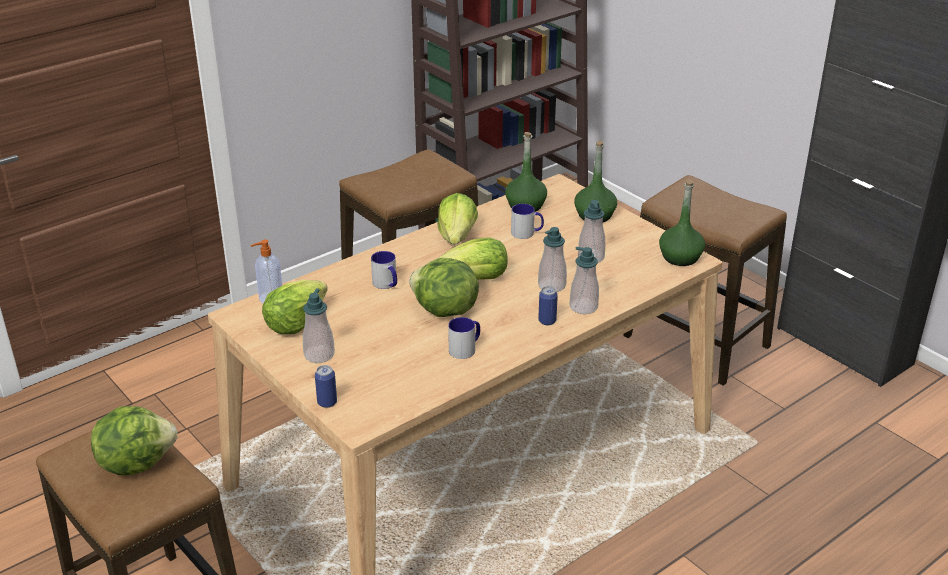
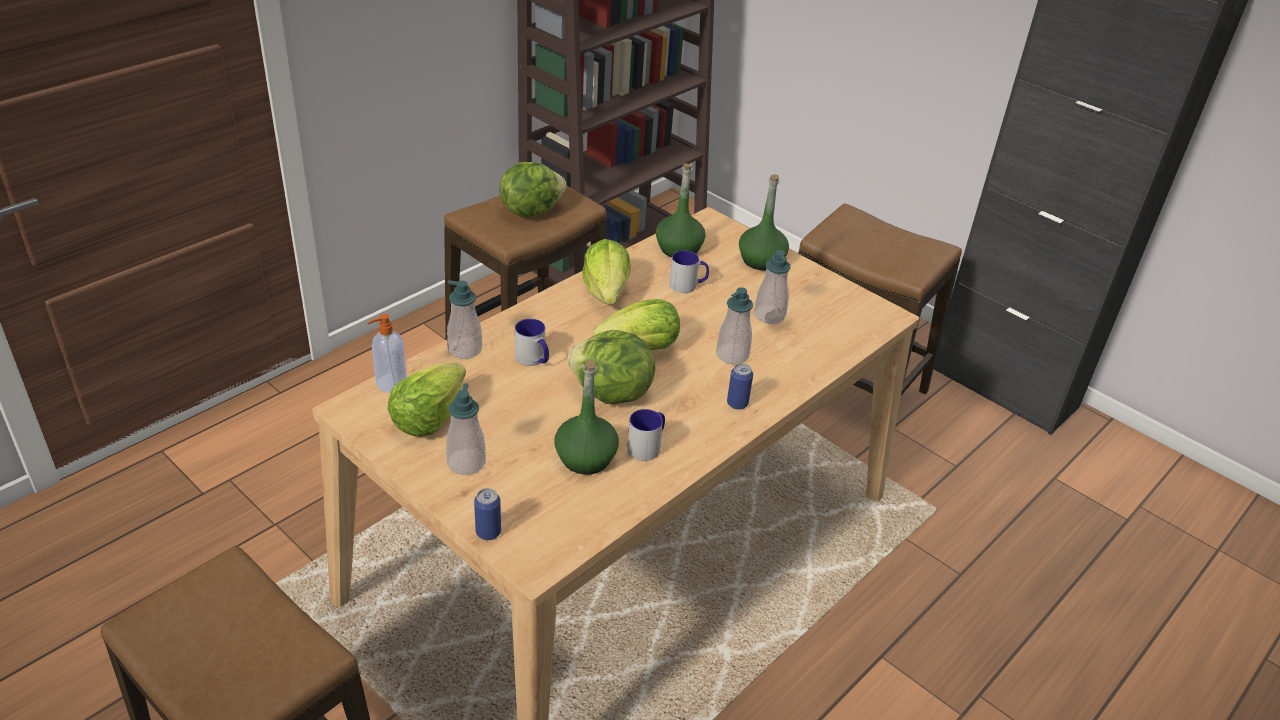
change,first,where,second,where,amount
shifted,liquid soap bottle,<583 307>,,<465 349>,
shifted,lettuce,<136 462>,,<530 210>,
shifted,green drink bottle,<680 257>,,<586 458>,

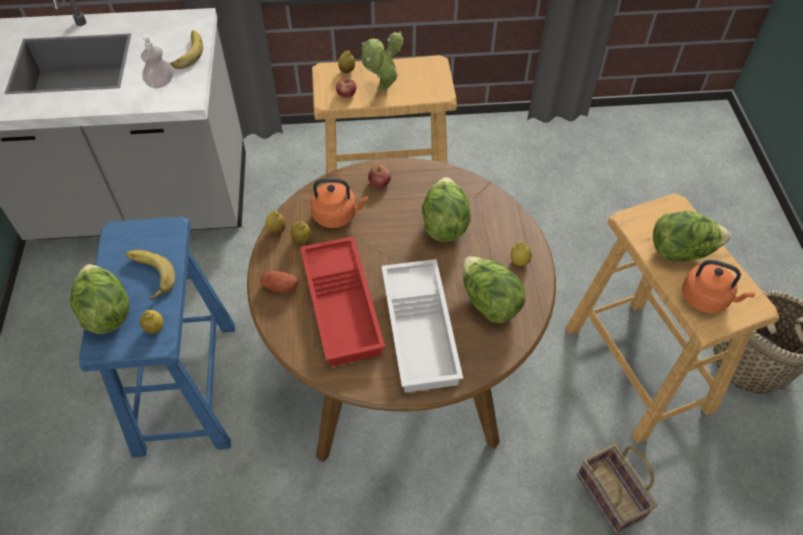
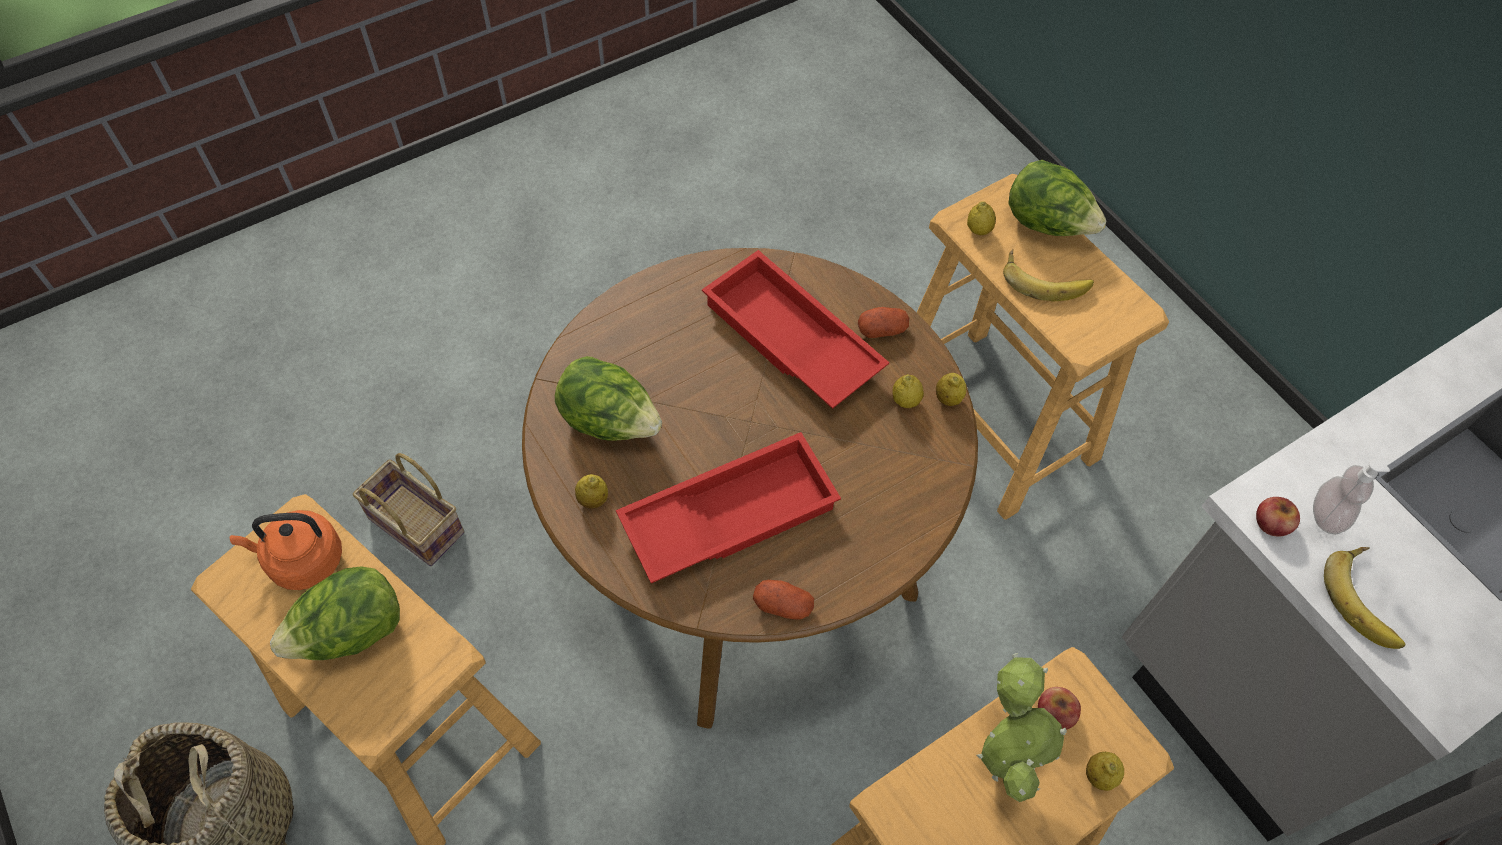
change,first,where,second,where,amount
swapped,lettuce,<444 224>,red-coloured tray,<729 513>,
new,,,potato,<783 605>,
repainted,blue stool seat,<186 386>,beige stool seat,<992 420>,
shifted,apple,<379 182>,,<1271 523>,
gone,orange tea kettle,<337 215>,,,
gone,white-coloured tray,<422 330>,,,

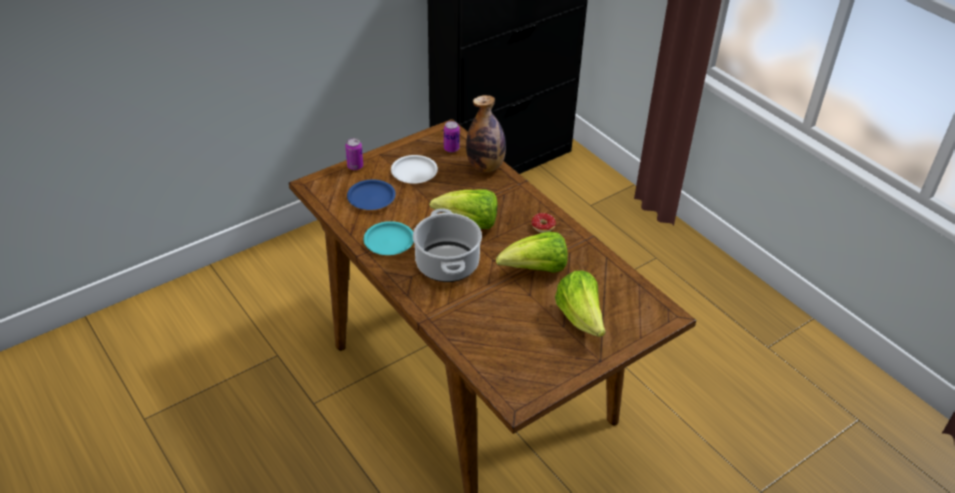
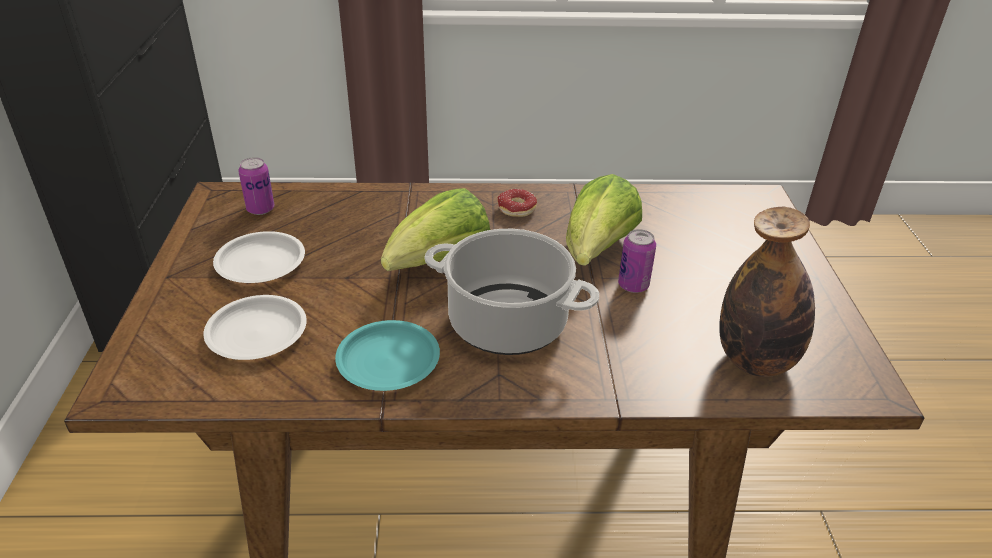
change,first,where,second,where,amount
repainted,blue dinner plate,<371 198>,white-coloured dinner plate,<256 333>,
shifted,sealed can,<355 166>,,<633 285>,
shifted,drink bottle,<485 166>,,<755 361>,
gone,lettuce,<580 318>,,,

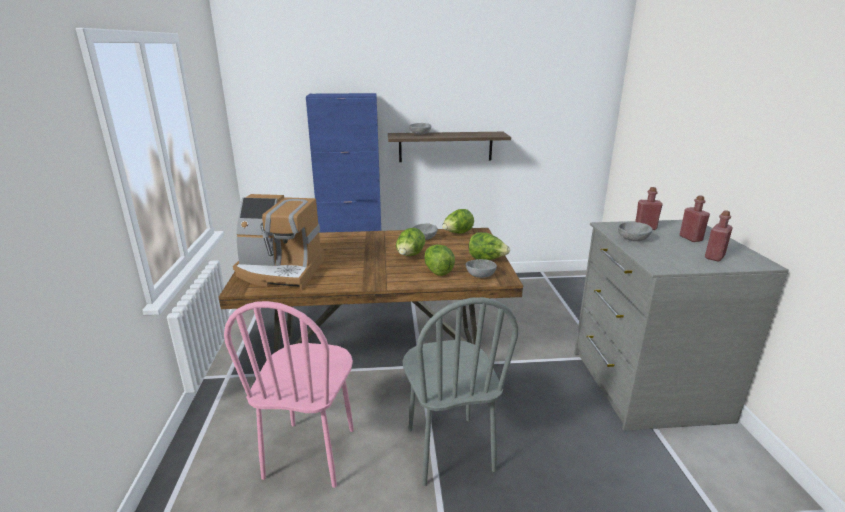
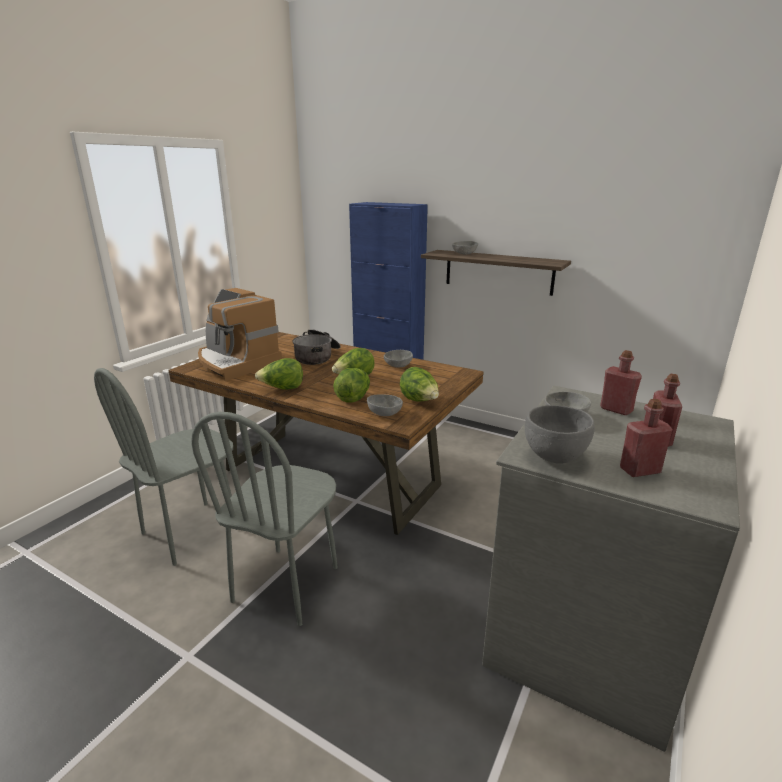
change,first,where,second,where,amount
repainted,pink upright chair,<311 453>,grey upright chair,<190 531>,
shifted,lettuce,<457 233>,,<282 389>,
new,,,cooking pot,<317 356>,
new,,,grey serving bowl,<554 456>,

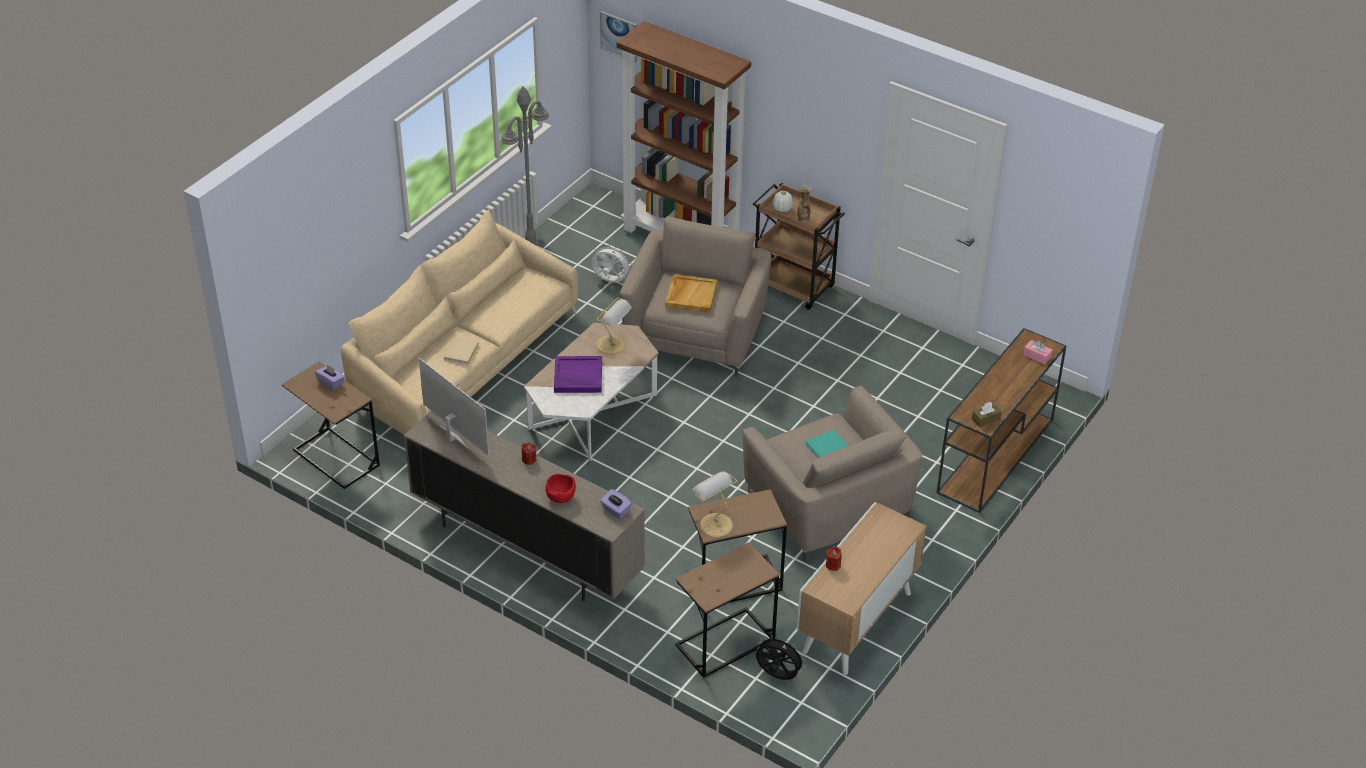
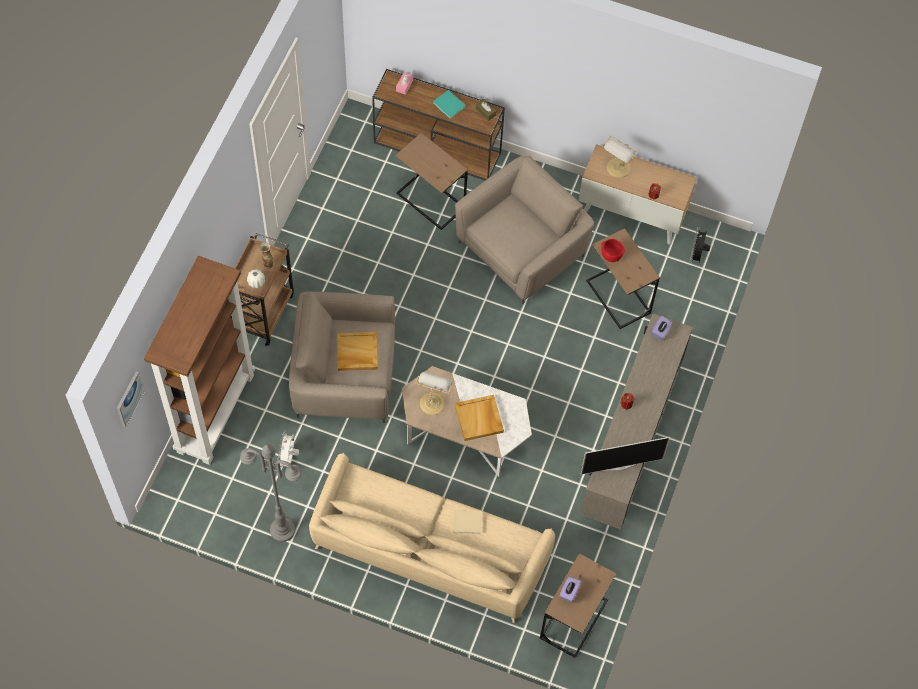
change,first,where,second,where,amount
shifted,brownish side table,<725 643>,,<431 200>,
shifted,turquoise bound book,<825 446>,,<449 105>,
repainted,purple-coloured tray,<577 377>,beige tray,<479 419>,
rotated,television,<452 438>,,<620 466>,135 degrees counterclockwise
shifted,red-coloured serving bowl,<561 497>,,<611 255>,
shifted,lamp for a table,<714 524>,,<617 168>,

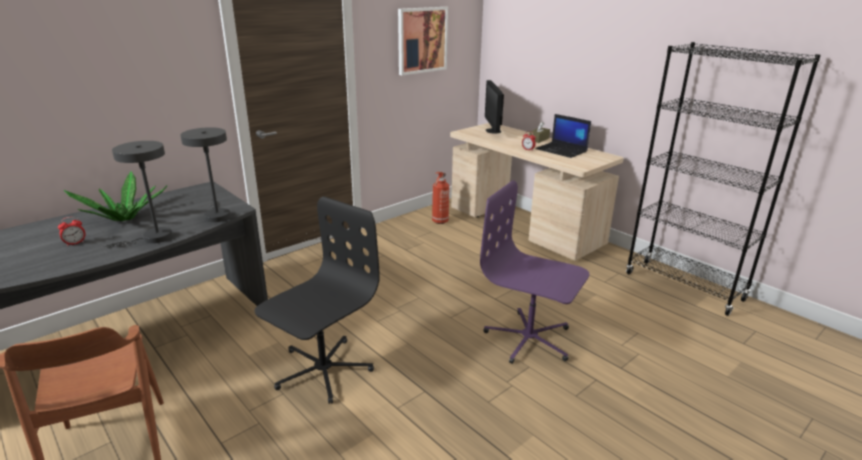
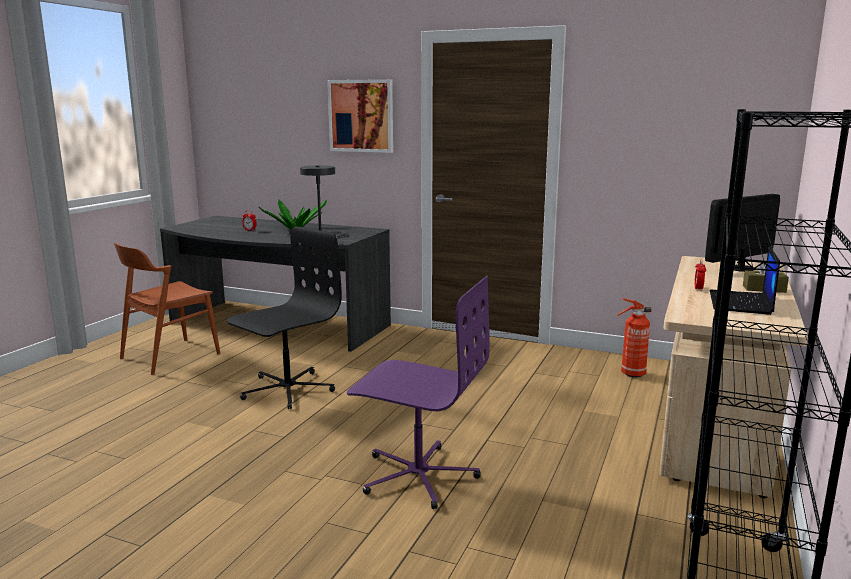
change,first,where,second,where,amount
rotated,black office chair,<322 370>,,<287 389>,60 degrees counterclockwise
shifted,wall art,<422 40>,,<361 116>,
rotated,purple-coloured office chair,<529 339>,,<418 475>,105 degrees clockwise
gone,grey lamp for a table,<152 238>,,,

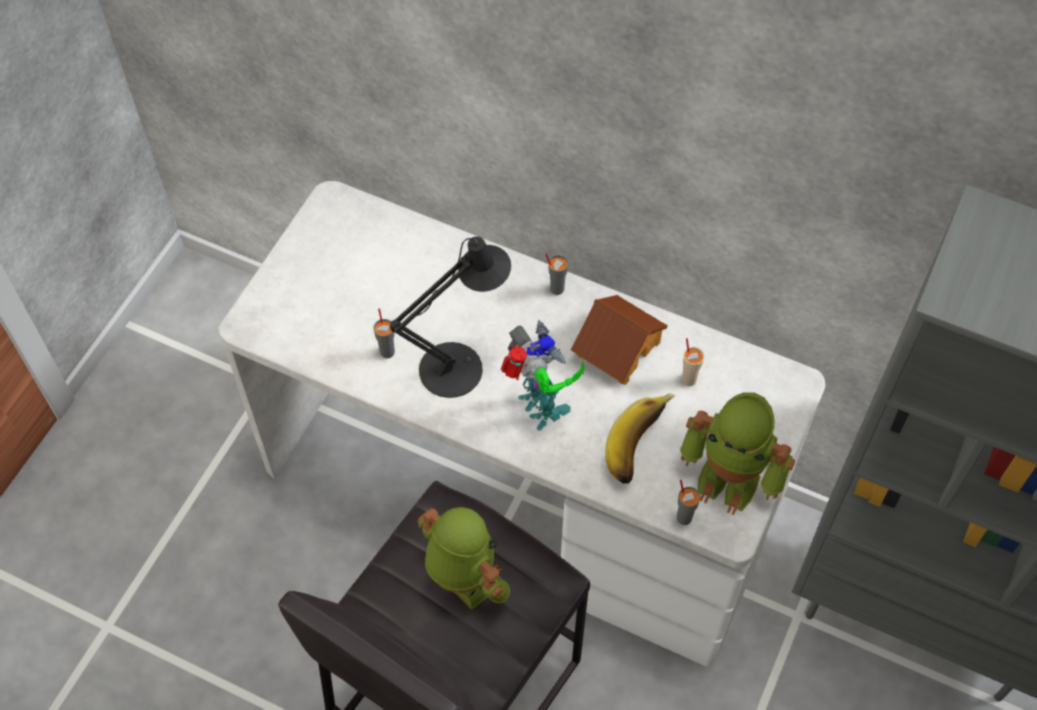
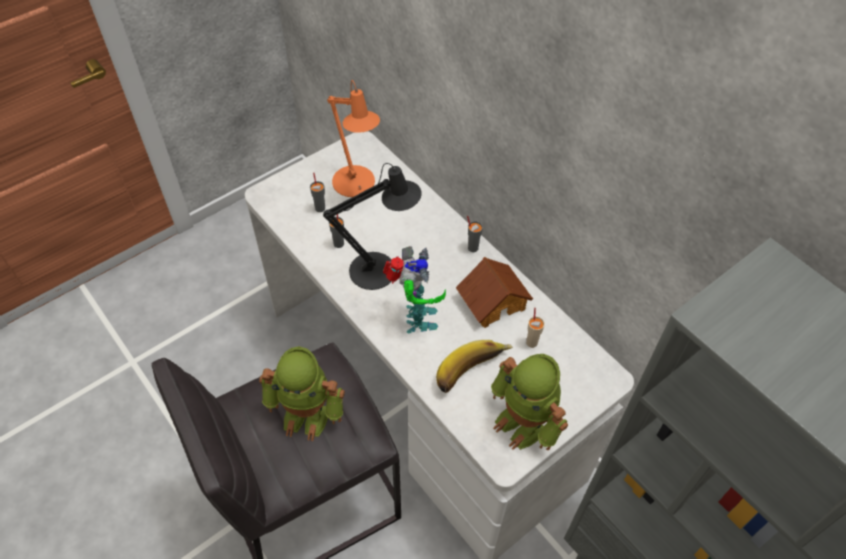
change,first,where,second,where,amount
rotated,model robot,<462 581>,,<308 413>,120 degrees clockwise
shifted,grey cup,<684 517>,,<320 208>,
new,,,orange lamp for a table,<356 185>,

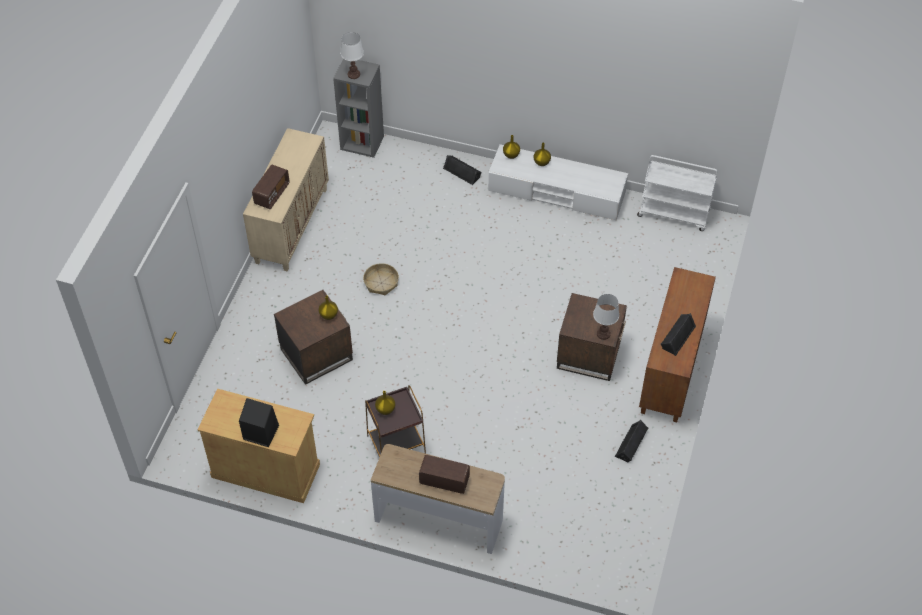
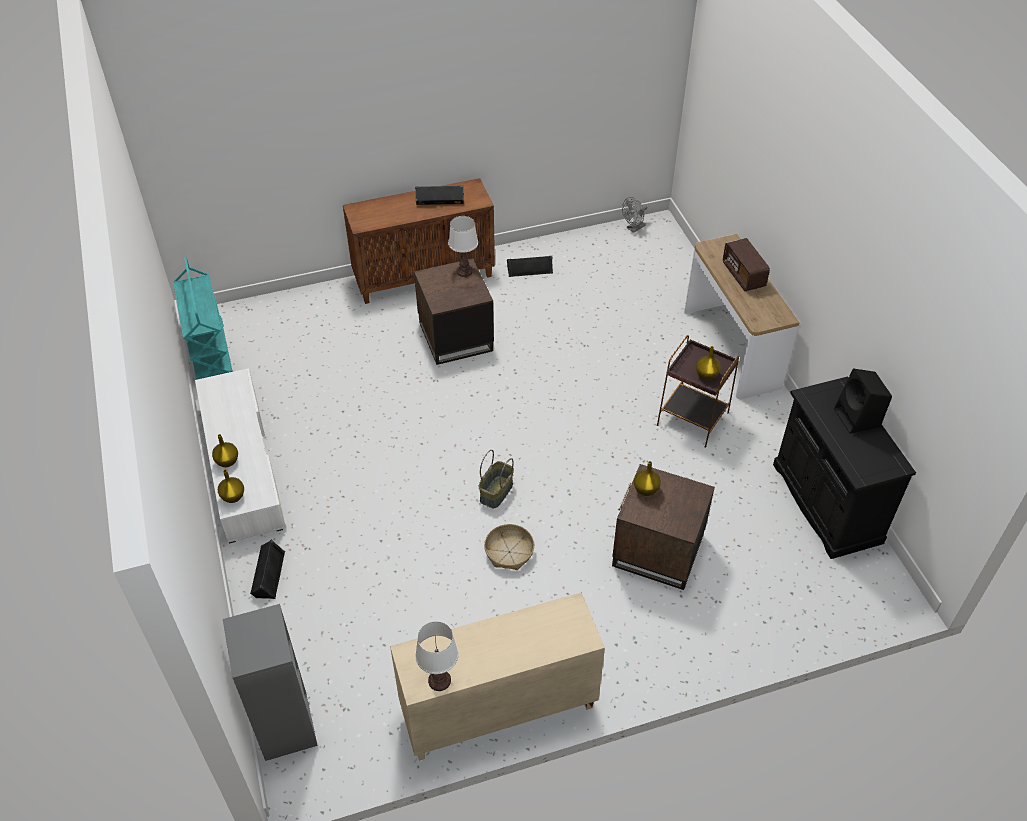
change,first,where,second,where,amount
repainted,white-coloured trolley,<674 213>,turquoise trolley,<210 355>,
shifted,white-coloured lamp for a table,<354 74>,,<439 680>,
new,,,basket,<496 492>,
new,,,grey electric fan,<634 228>,
repainted,beige storage cabinet,<266 470>,black storage cabinet,<826 503>,
gone,radio,<272 194>,,,

